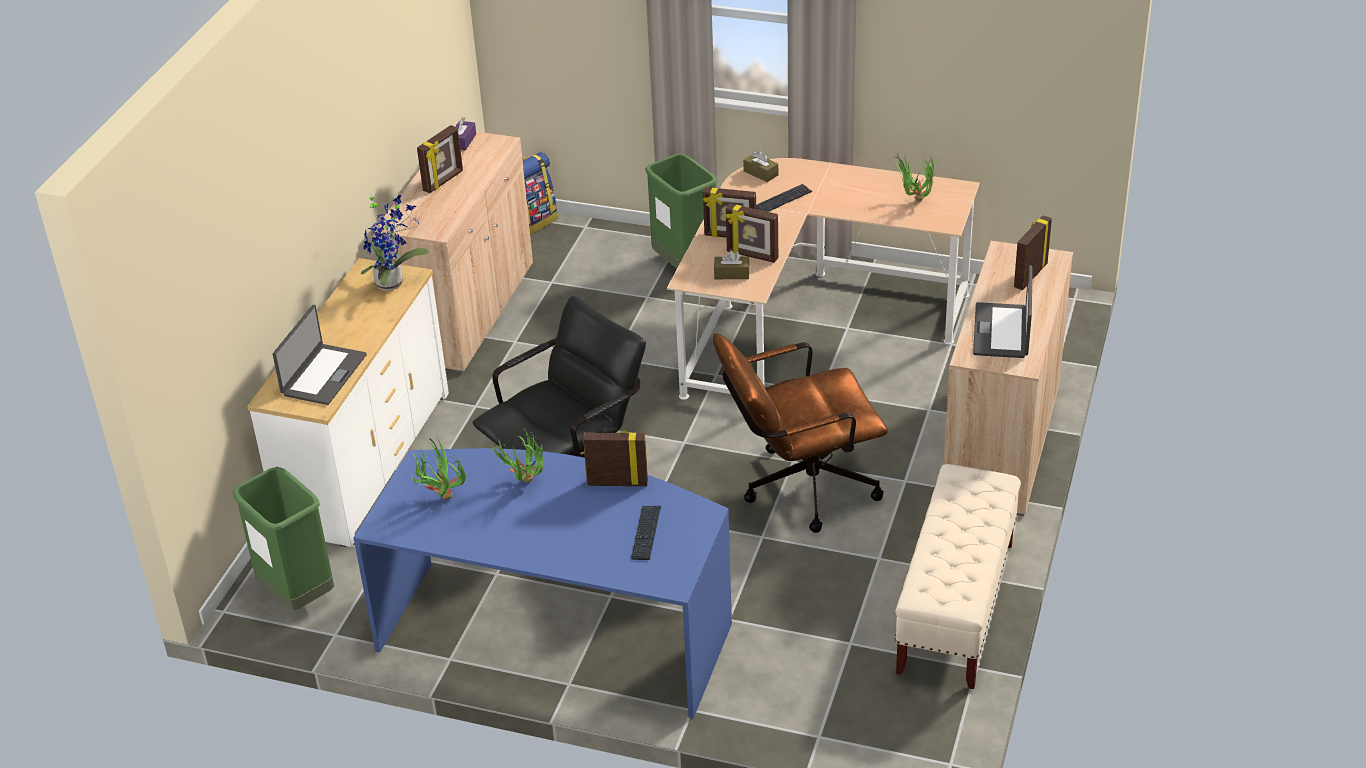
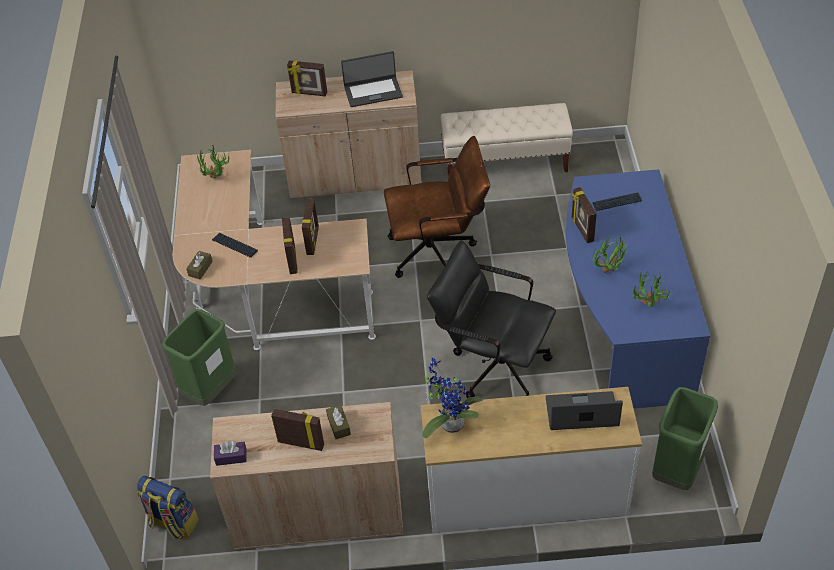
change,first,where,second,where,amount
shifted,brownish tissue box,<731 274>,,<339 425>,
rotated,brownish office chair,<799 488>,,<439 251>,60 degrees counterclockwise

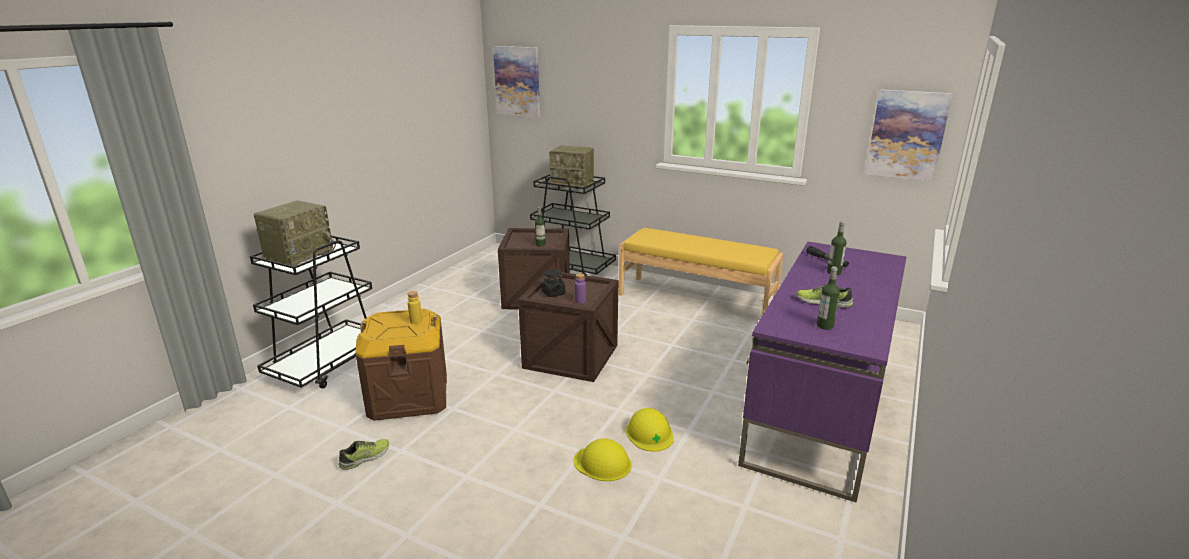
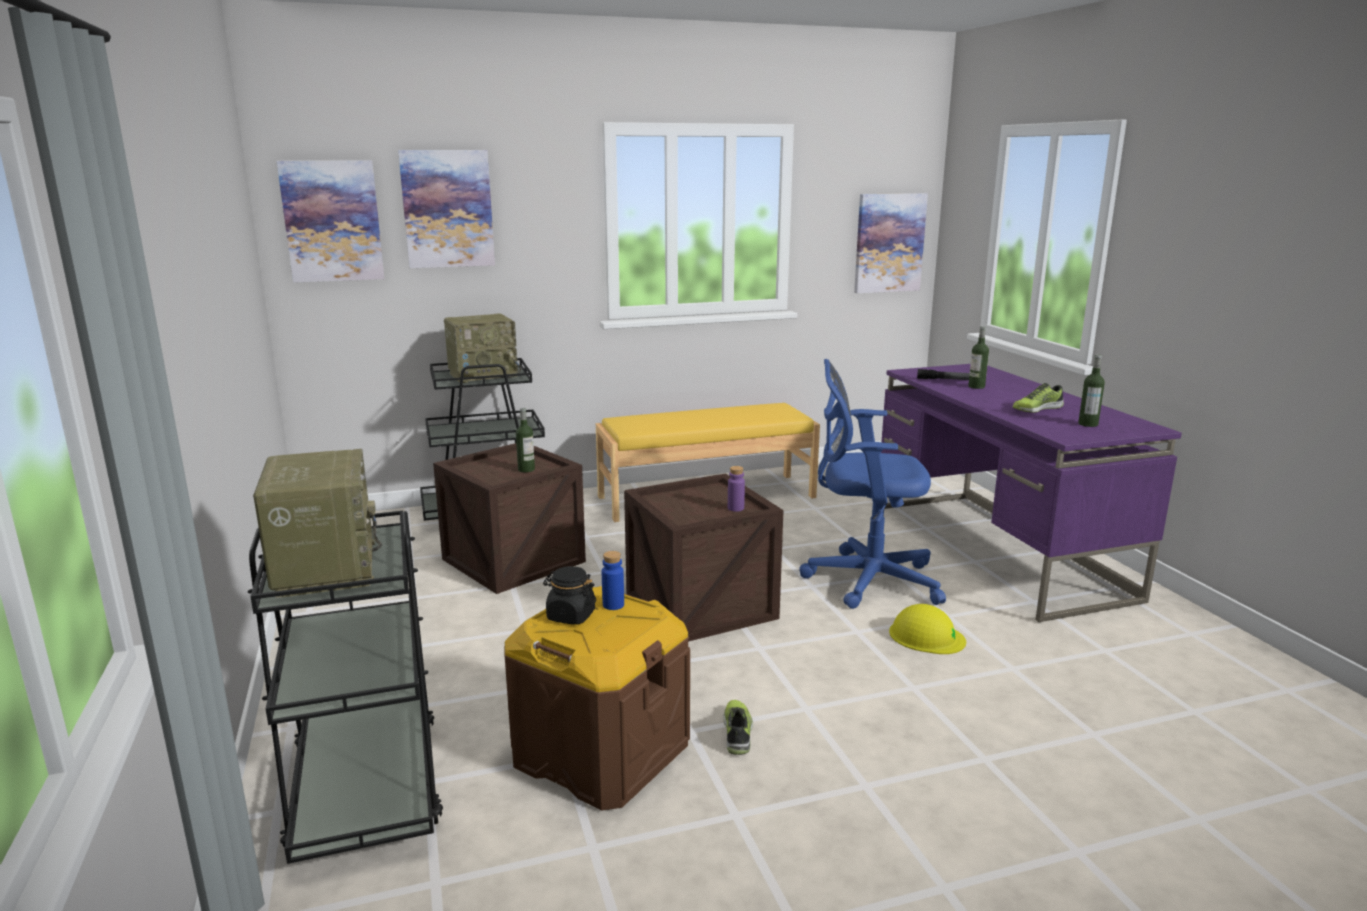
change,first,where,second,where,amount
new,,,wall art,<447 209>,
shifted,black storage jar,<553 293>,,<570 616>,
repainted,yellowish drink bottle,<416 321>,blue drink bottle,<613 605>,
shifted,low shoe,<365 458>,,<738 732>,
new,,,blue office chair,<865 580>,
gone,yellowish work helmet,<602 463>,,,

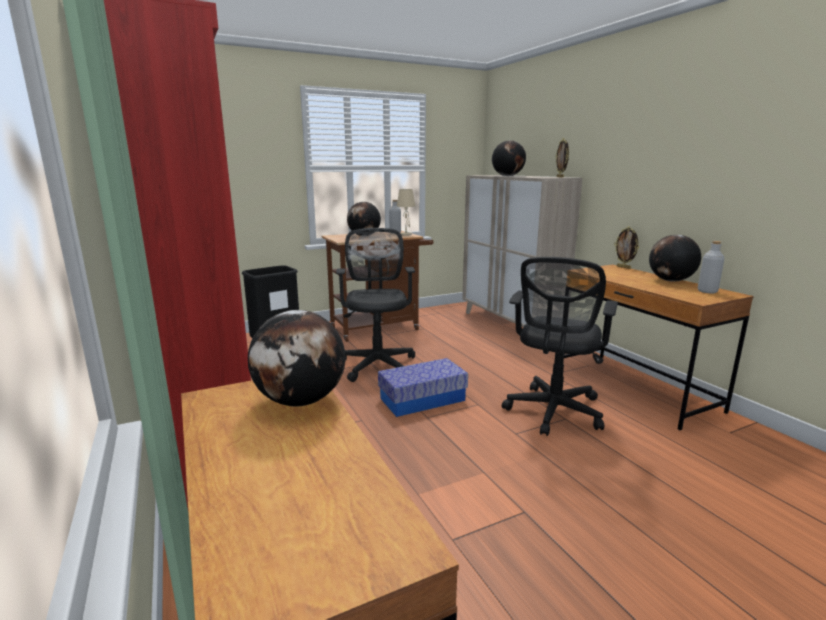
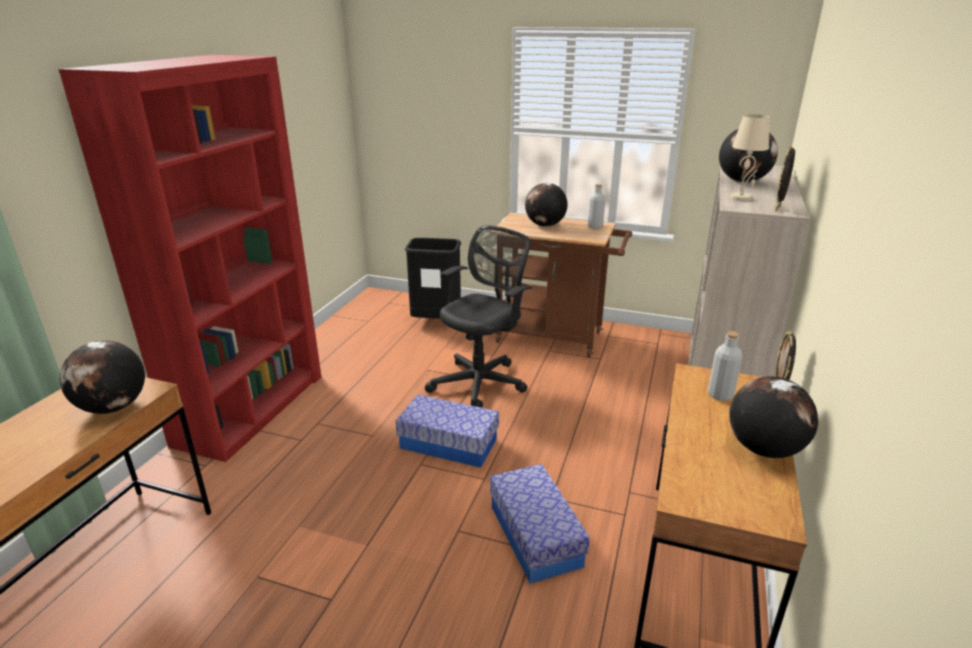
change,first,where,second,where,amount
swapped,black office chair,<553 413>,storage box,<535 535>,
shifted,grey drink bottle,<707 291>,,<720 395>,
shifted,beige lamp for a table,<406 234>,,<741 198>,

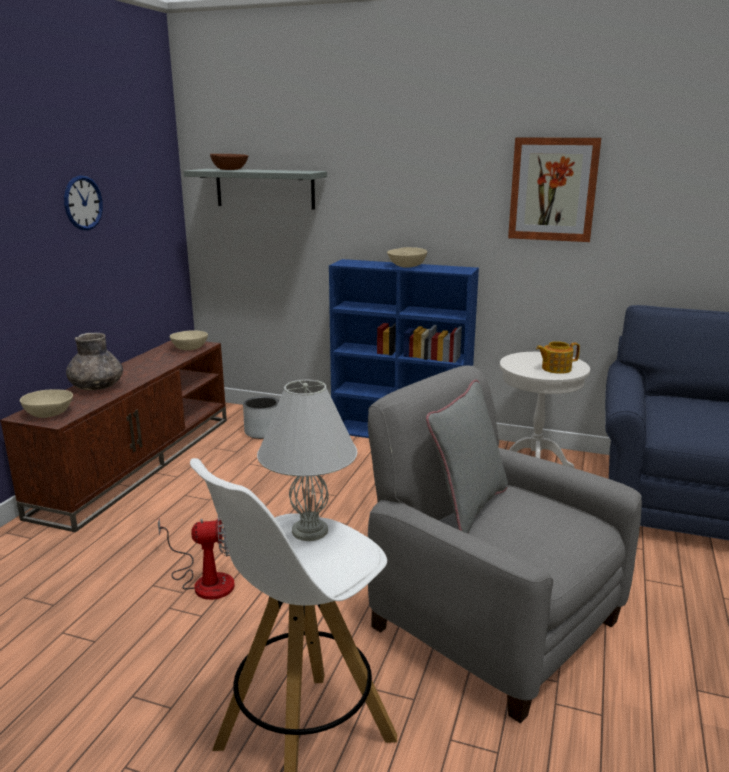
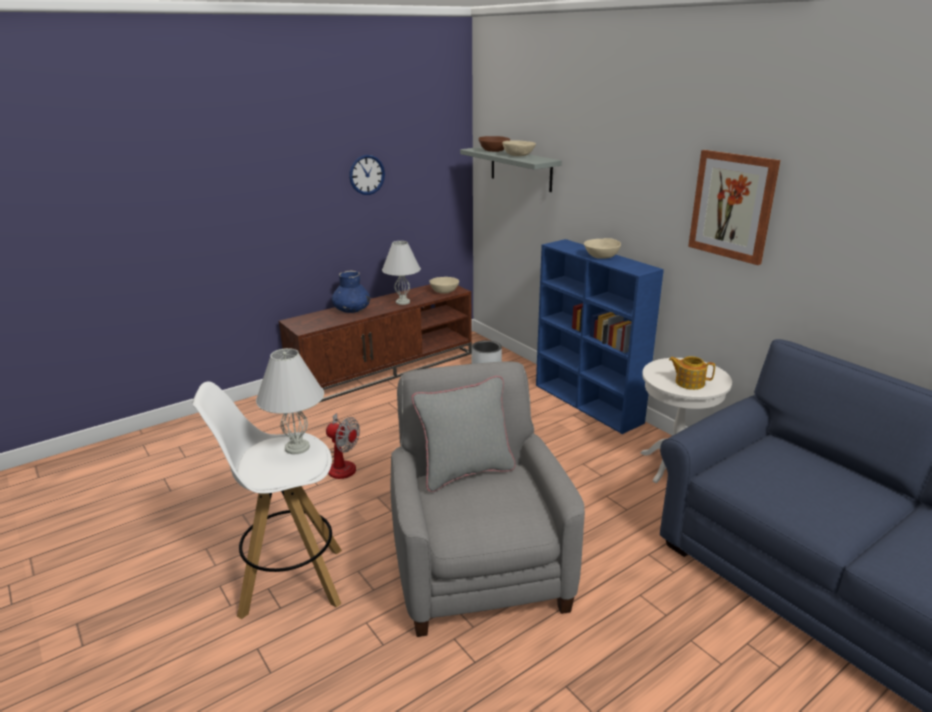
change,first,where,second,where,amount
repainted,grey decorative vase,<97 387>,blue decorative vase,<351 310>,
new,,,white-coloured lamp for a table,<402 302>,
shifted,beige serving bowl,<49 414>,,<518 155>,

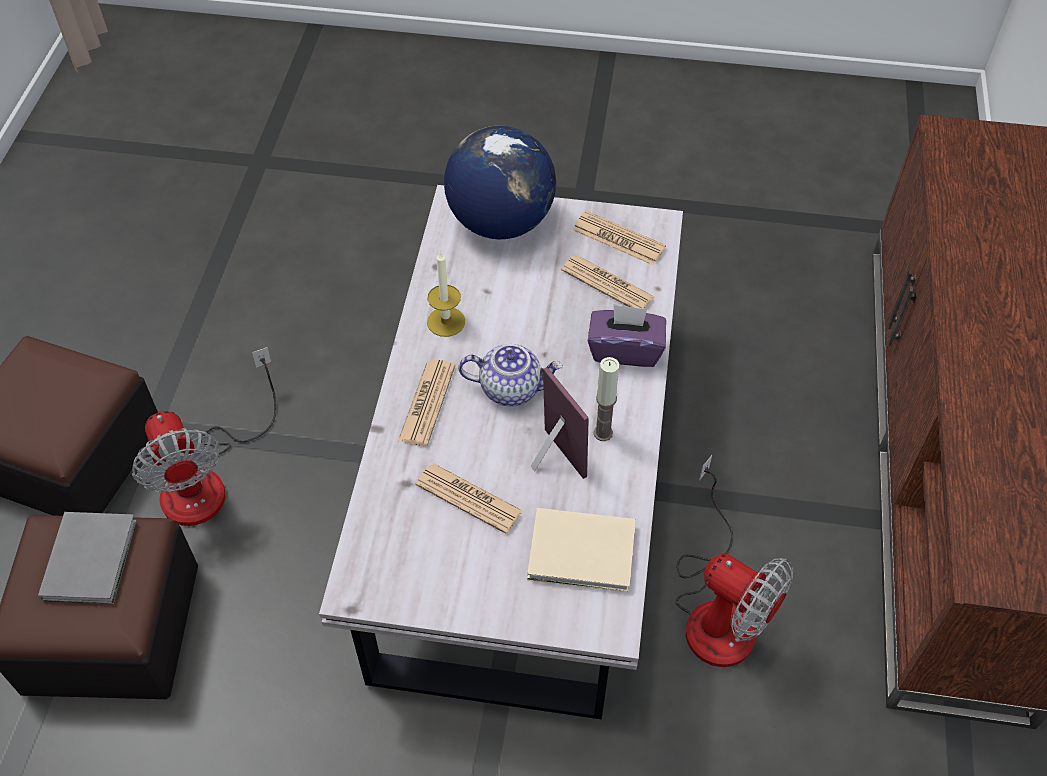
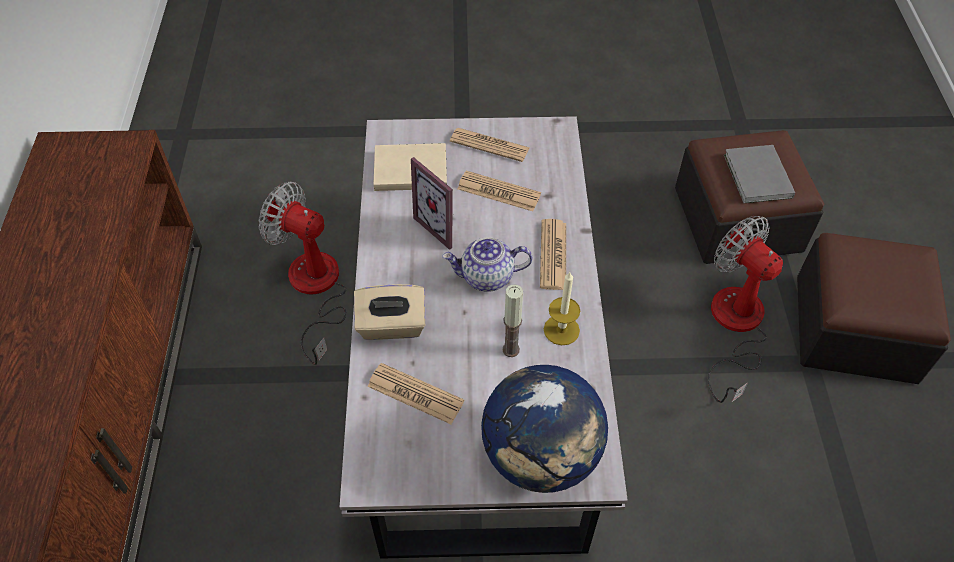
change,first,where,second,where,amount
repainted,purple-coloured tissue box,<625 350>,beige tissue box,<392 326>,
shifted,printed paper,<618 239>,,<489 145>,
shifted,wax candle,<603 433>,,<511 349>,

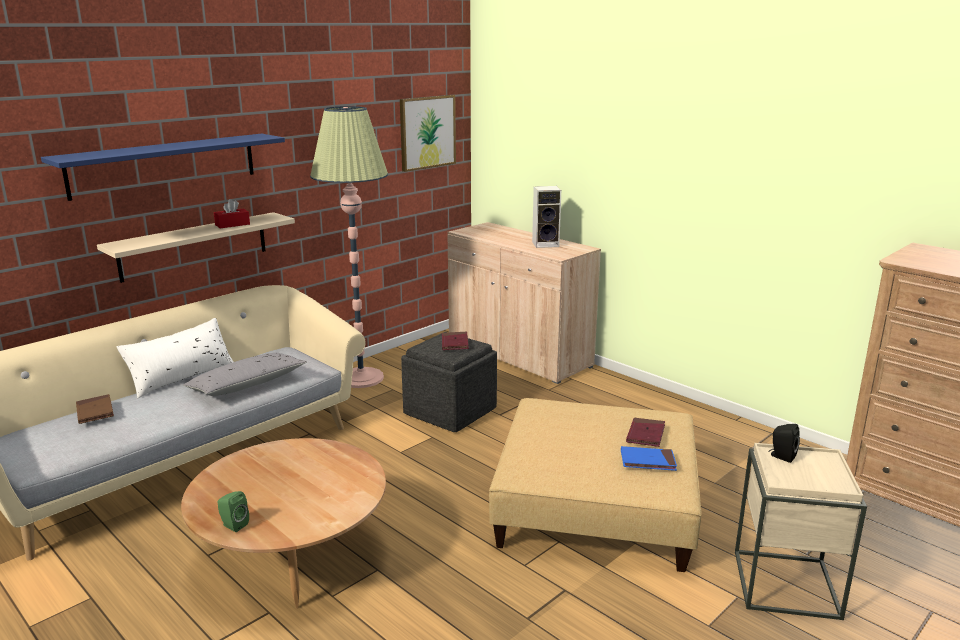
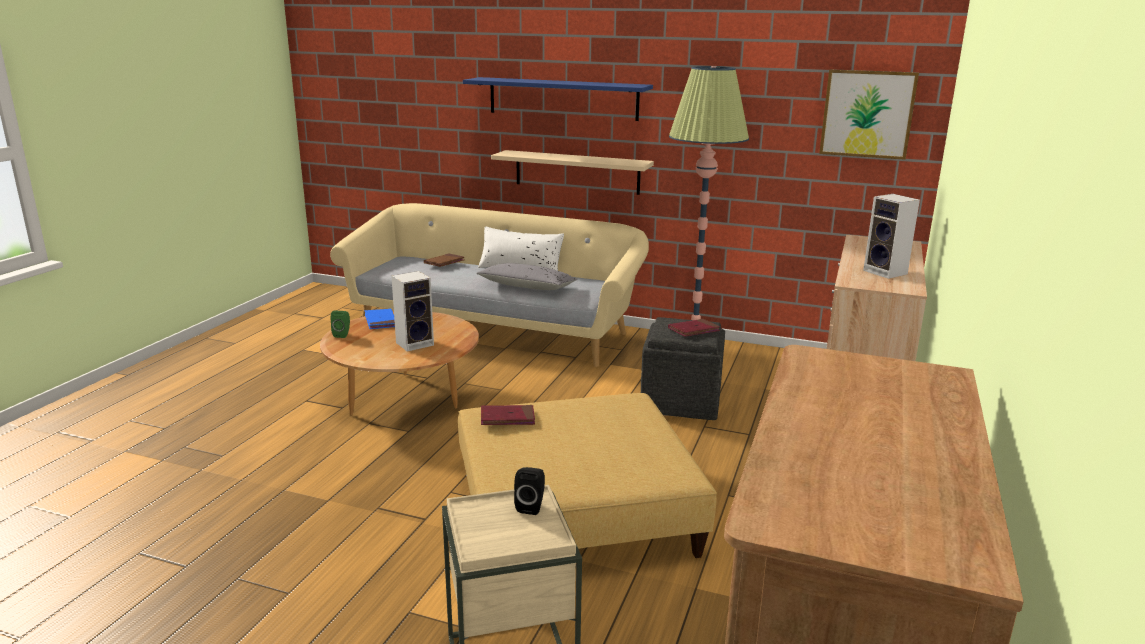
change,first,where,second,where,amount
shifted,blue bound book,<647 461>,,<381 321>,
new,,,loudspeaker,<416 343>,
shifted,red-coloured bound book,<645 434>,,<507 418>,
gone,red-coloured tissue box,<232 224>,,,

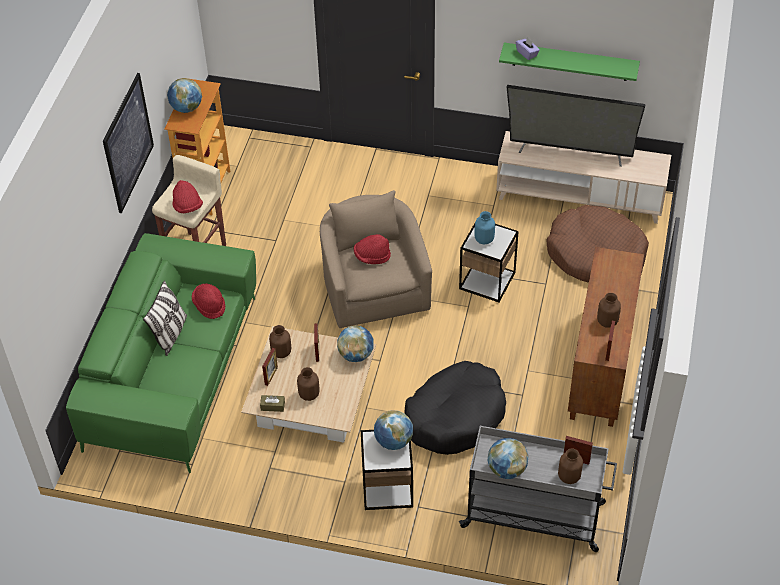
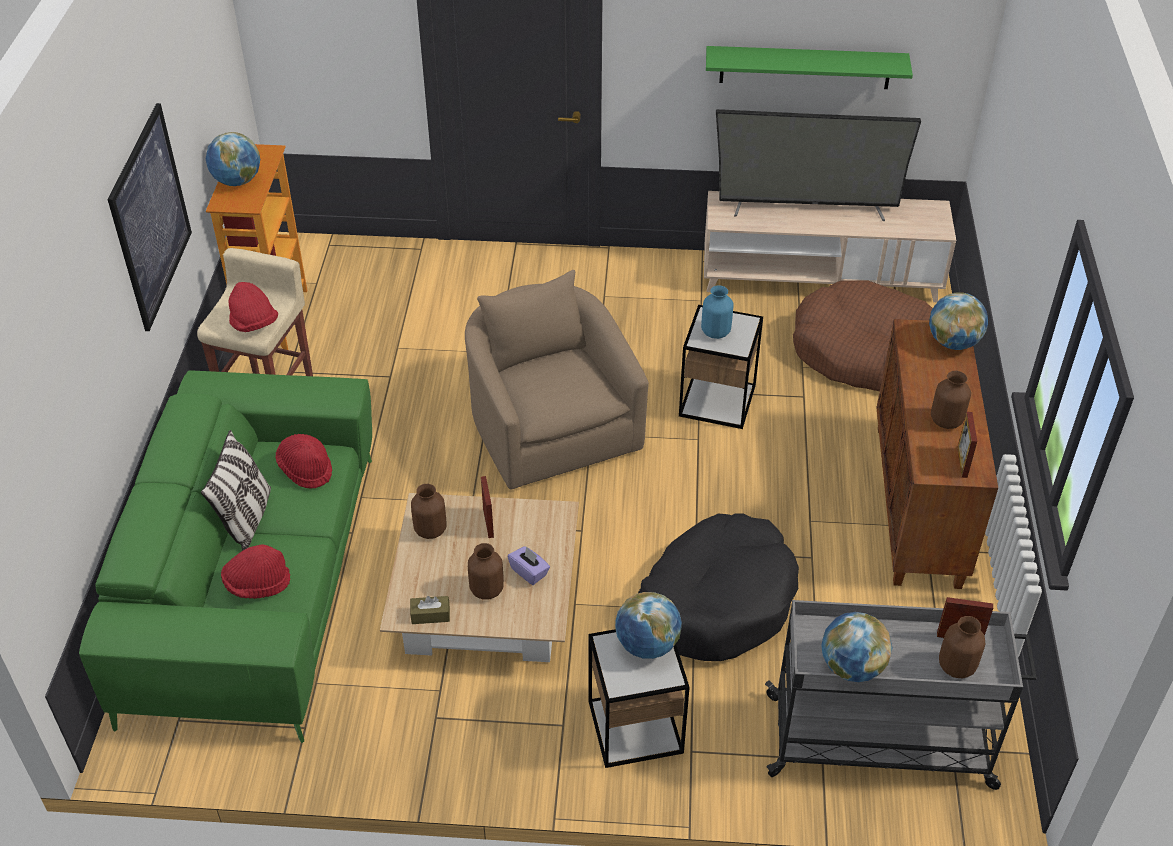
change,first,where,second,where,amount
shifted,red-coloured wearable hat,<372 256>,,<257 584>,
shifted,purple-coloured tissue box,<527 53>,,<529 572>,
shifted,globe,<356 354>,,<953 342>,
gone,photo frame,<271 376>,,,

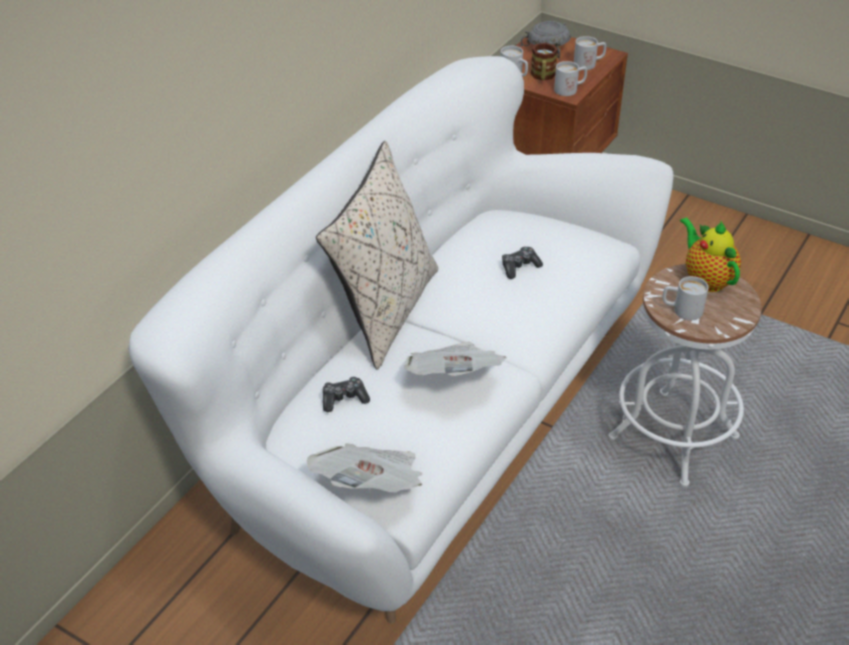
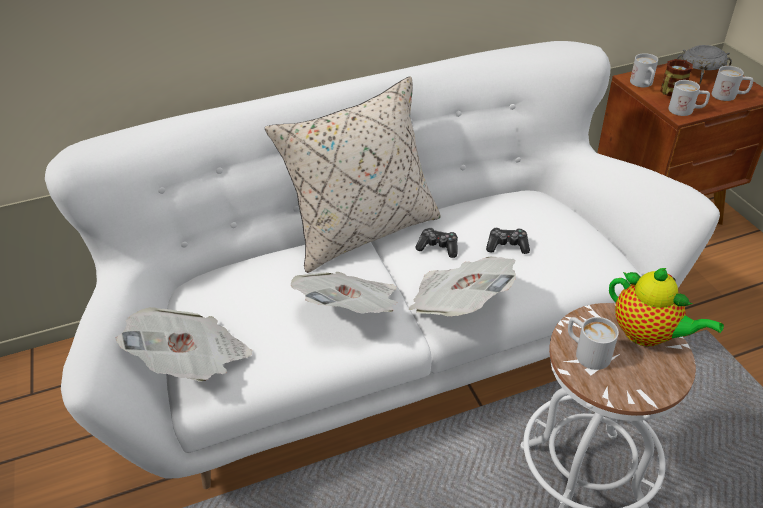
change,first,where,second,where,amount
new,,,printed paper,<459 304>,
shifted,joypad,<344 399>,,<438 247>,
rotated,pot for tea,<706 279>,,<648 334>,120 degrees clockwise

